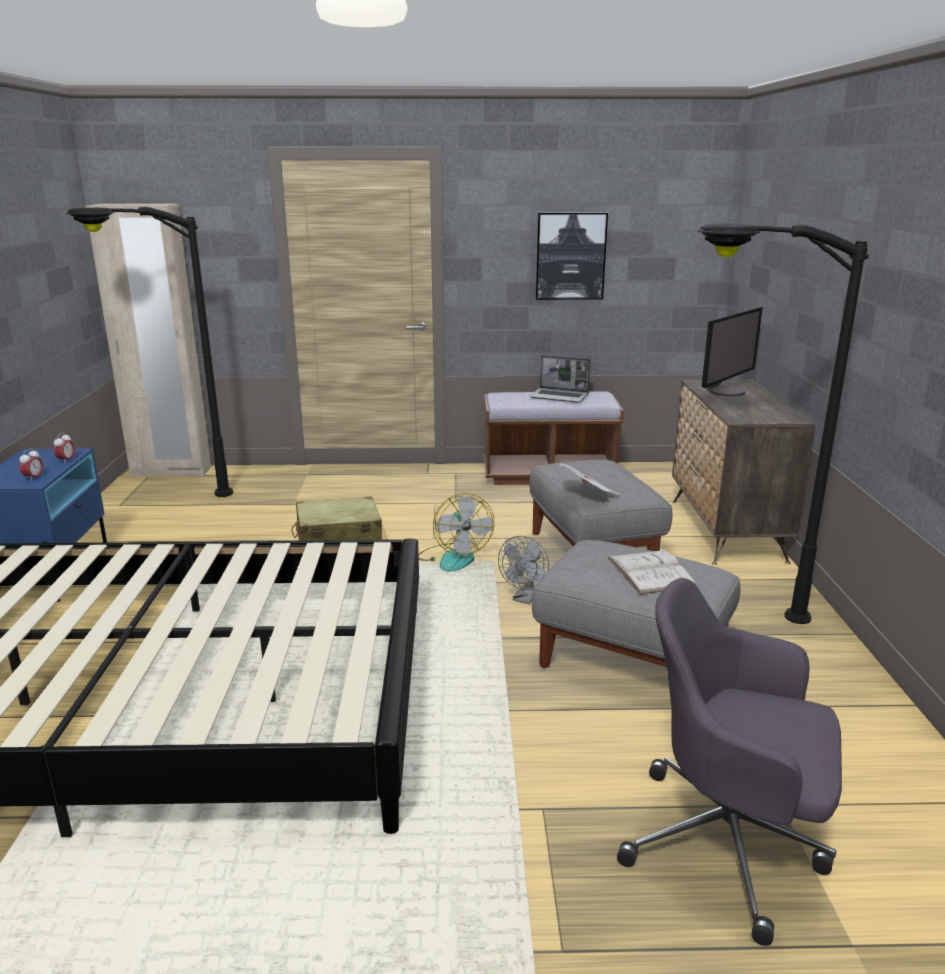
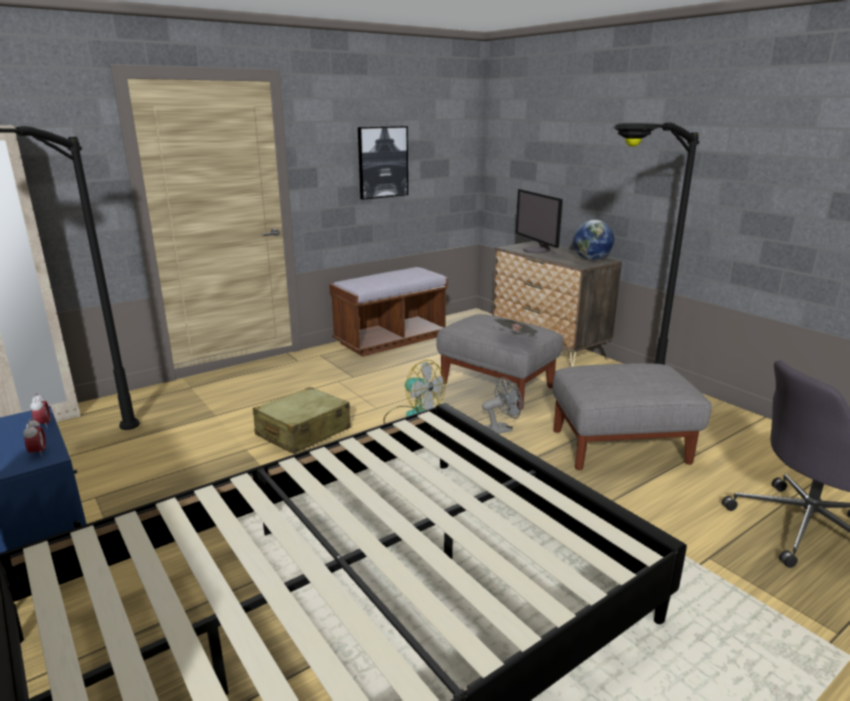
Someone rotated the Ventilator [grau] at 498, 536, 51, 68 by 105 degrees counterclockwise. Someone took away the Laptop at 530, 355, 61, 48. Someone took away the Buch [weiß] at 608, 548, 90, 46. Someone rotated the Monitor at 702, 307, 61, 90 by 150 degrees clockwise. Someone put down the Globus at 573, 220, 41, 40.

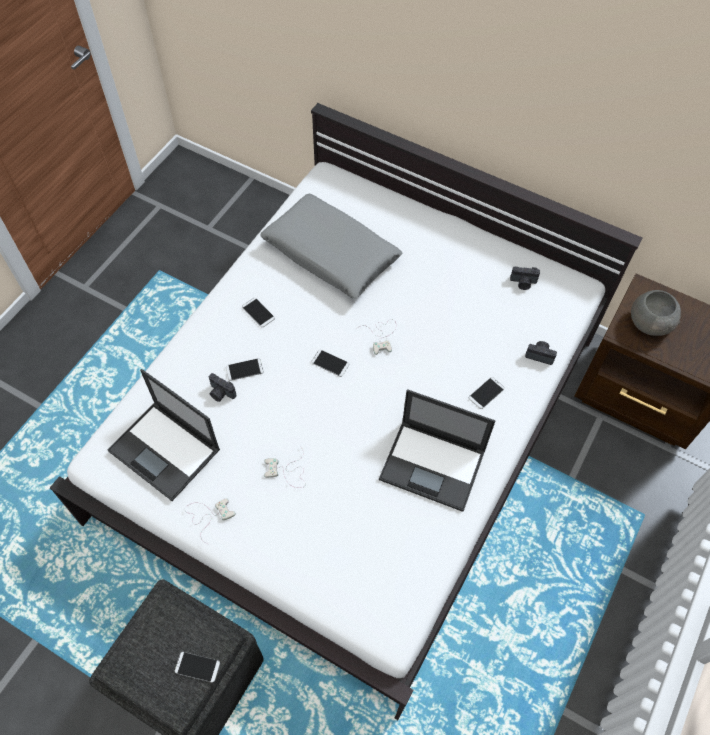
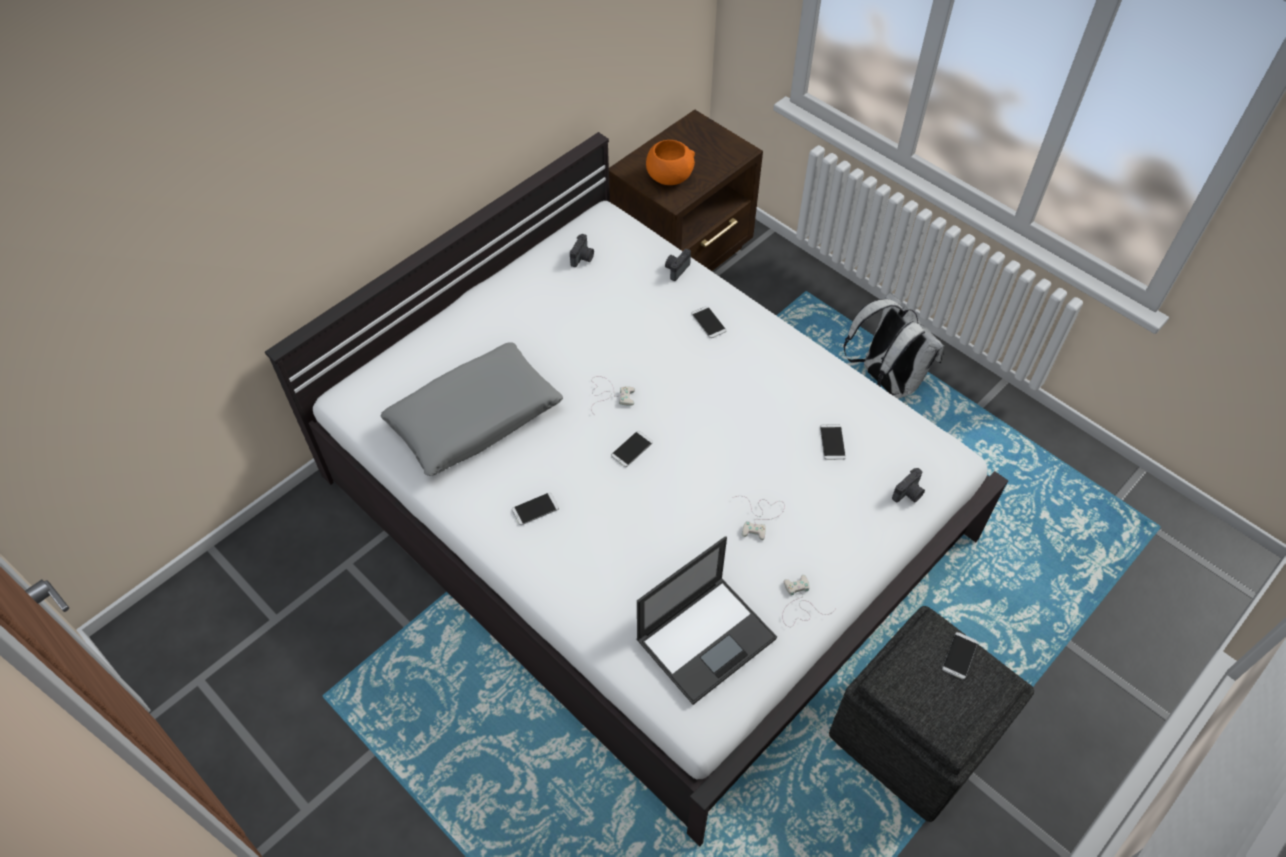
Someone carried the Kamera from 209, 373, 28, 29 to 892, 468, 33, 35. Someone carried the Handy from 226, 358, 38, 23 to 820, 424, 26, 36. Someone took away the Laptop at 379, 389, 116, 123. Someone repainted the Schüssel [grau] at 631, 290, 50, 46, which became the Schüssel [orange] at 646, 140, 49, 45. Someone put down the Rucksack [weiß] at 843, 292, 102, 107.

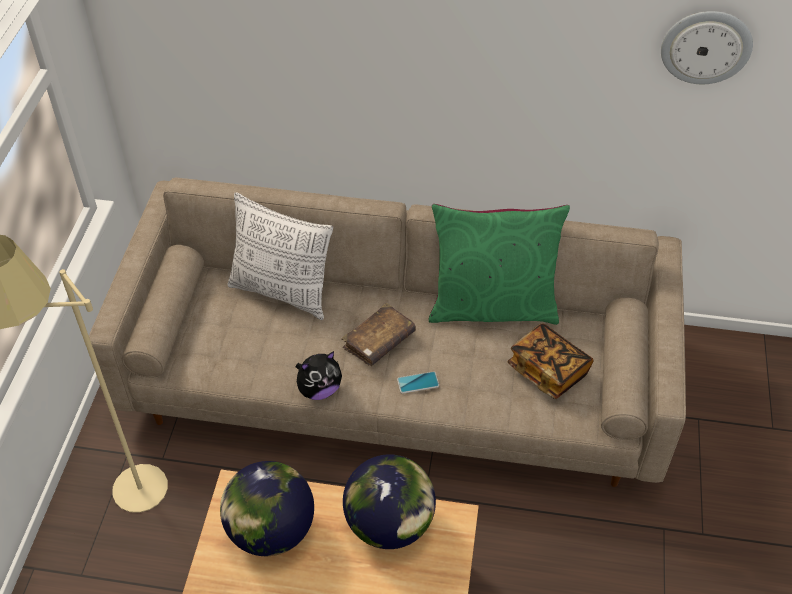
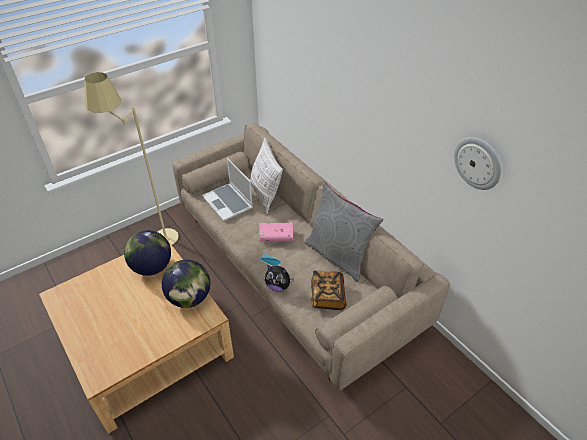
Someone carried the Plüschtier from 296, 351, 46, 49 to 265, 265, 29, 27. Someone repainted the Buch [braun] at 341, 303, 75, 63, which became the Buch [rosa] at 259, 222, 34, 19. Someone repainted the Kissen [grün] at 429, 204, 141, 121, which became the Kissen [grau] at 305, 183, 78, 99. Someone put down the Laptop at 202, 158, 51, 63.

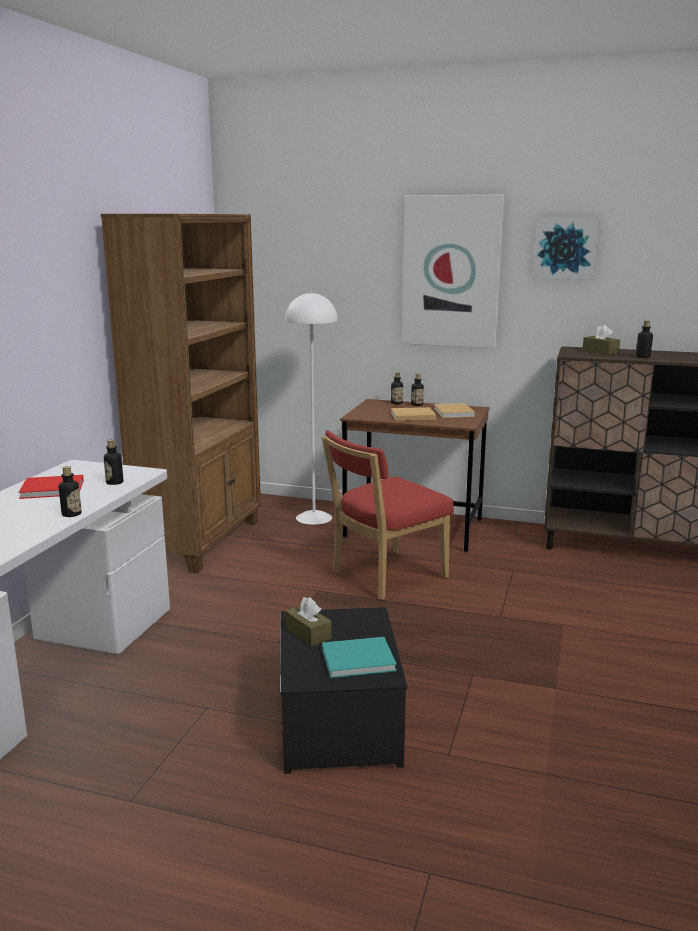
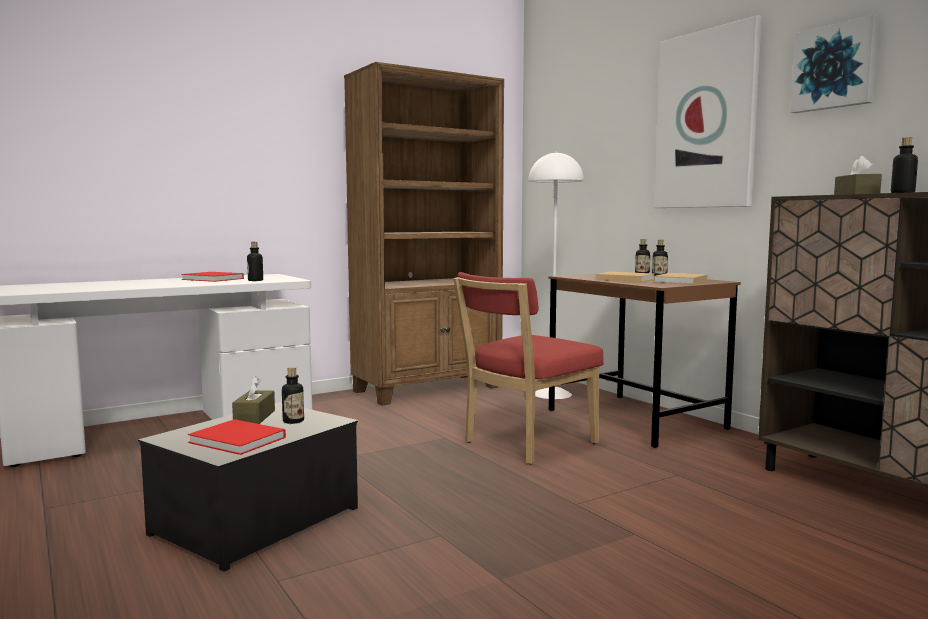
Someone carried the Flasche from 59, 466, 23, 51 to 282, 367, 22, 57. Someone rotated the Stuhl [rot] at 321, 430, 133, 170 by 45 degrees counterclockwise. Someone repainted the Buch [türkis] at 322, 637, 75, 41, which became the Buch [rot] at 188, 419, 98, 36.

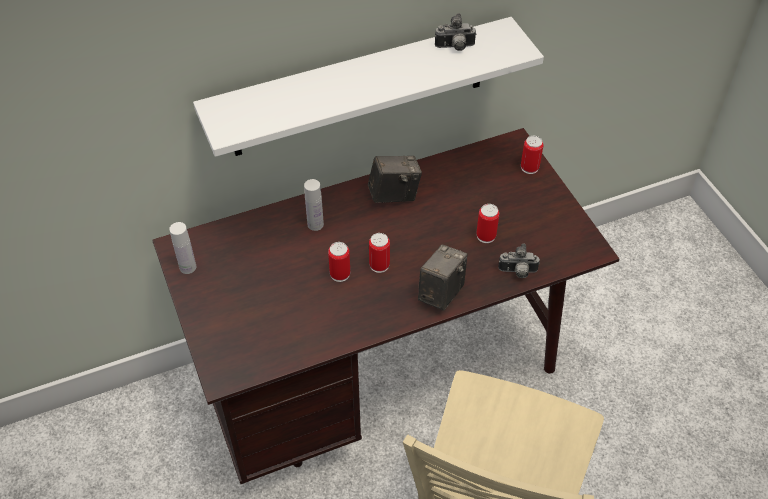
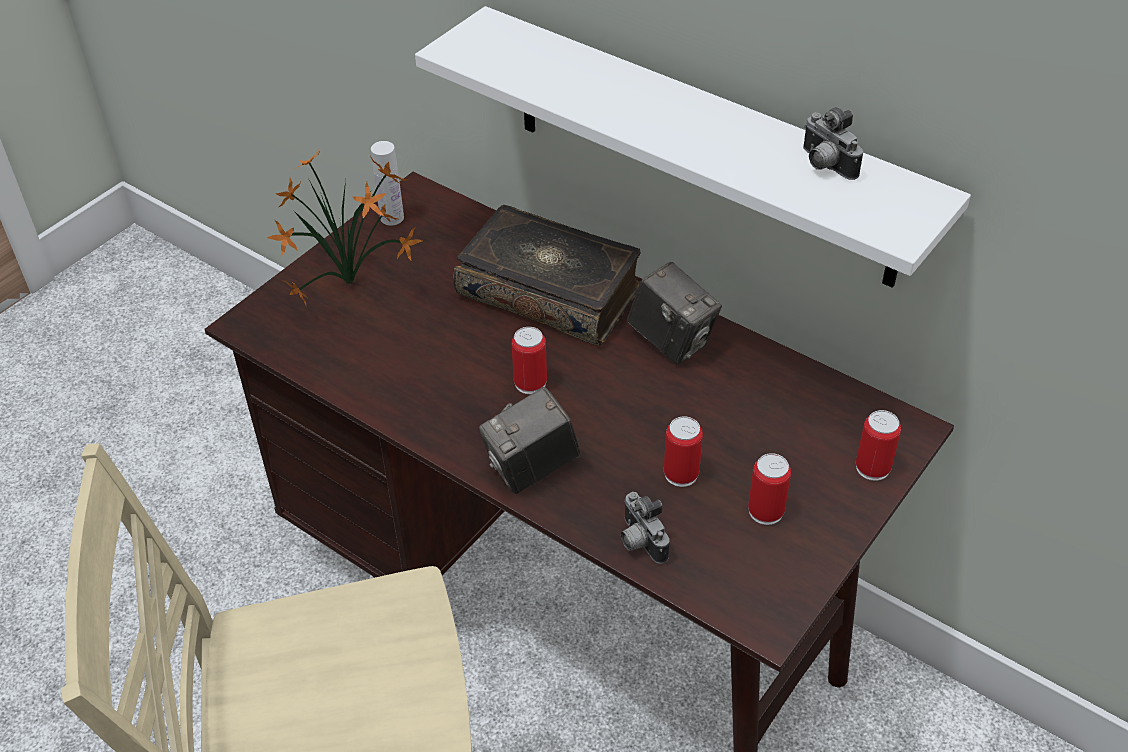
Someone swapped the Flasche [weiß] at 304, 179, 20, 52 for the Buch at 453, 205, 188, 141. Someone carried the Dose from 328, 242, 22, 40 to 748, 453, 43, 72. Someone rotated the Kamera at 418, 244, 49, 66 by 150 degrees clockwise. Someone put down the Topfpflanze at 267, 150, 155, 155.

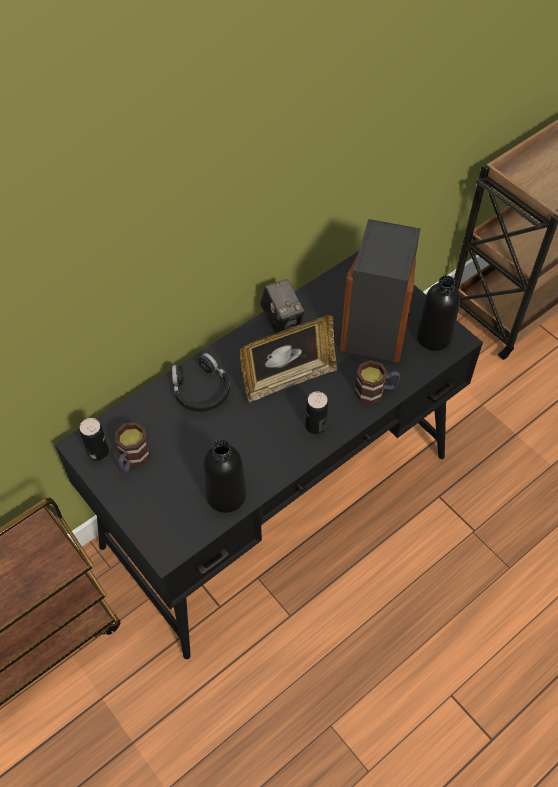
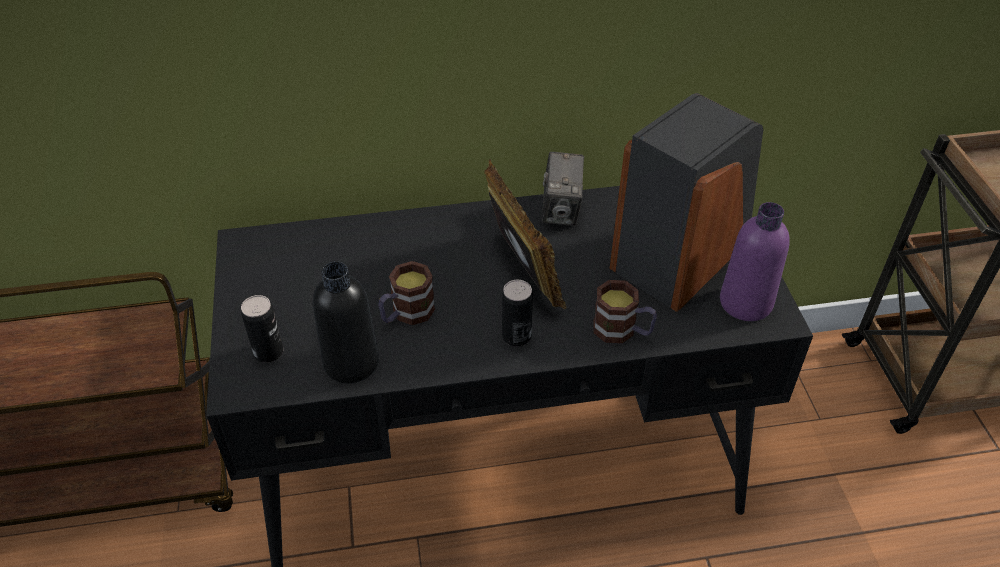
Someone carried the Dose from 80, 418, 29, 43 to 241, 295, 42, 68. Someone carried the Henkelbecher from 115, 422, 35, 51 to 378, 261, 57, 64. Someone took away the Kopfhörer [schwarz] at 172, 353, 58, 59. Someone rotated the Bilderrahmen at 240, 315, 97, 87 by 120 degrees counterclockwise. Someone repainted the Flasche [schwarz] at 416, 275, 44, 76, which became the Flasche [lila] at 720, 202, 70, 119.

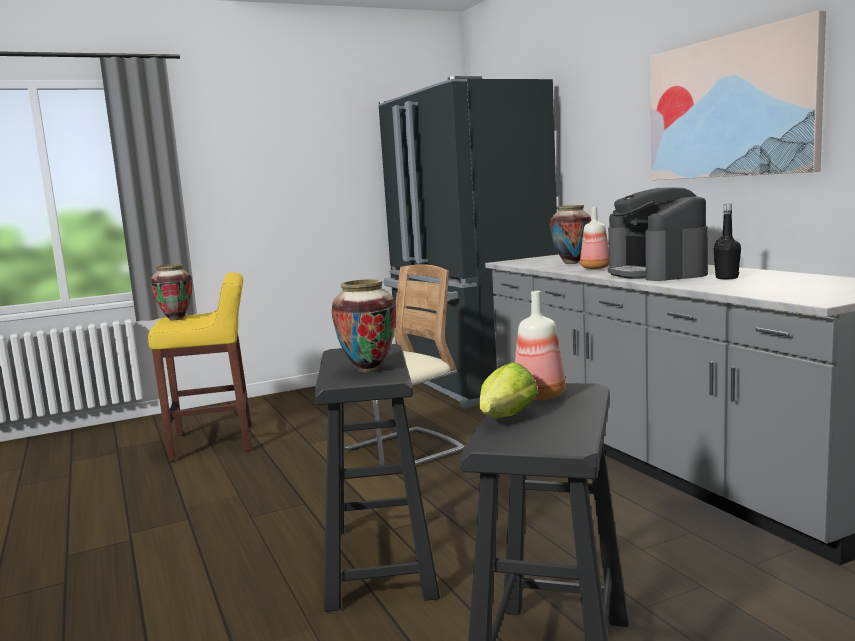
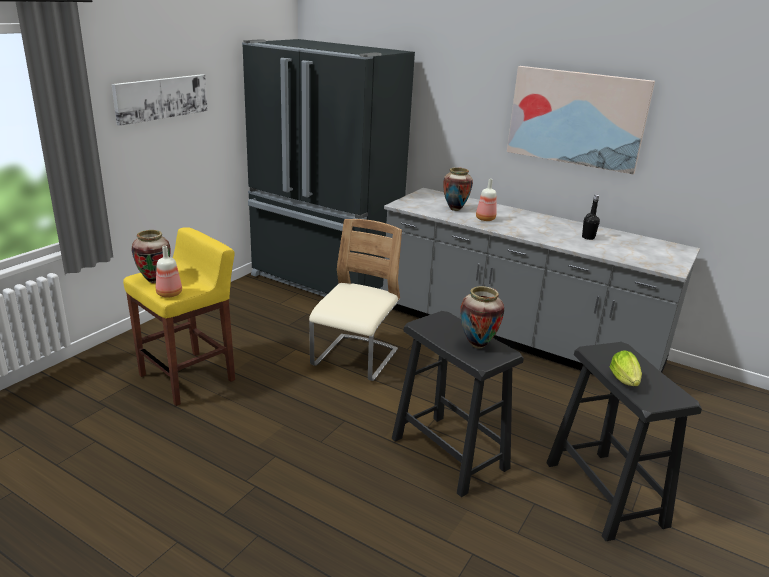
Someone carried the Flasche from 515, 291, 50, 109 to 156, 246, 26, 52. Someone took away the Kaffeemaschine at 608, 187, 100, 94. Someone put up the Bild at 112, 74, 96, 52.

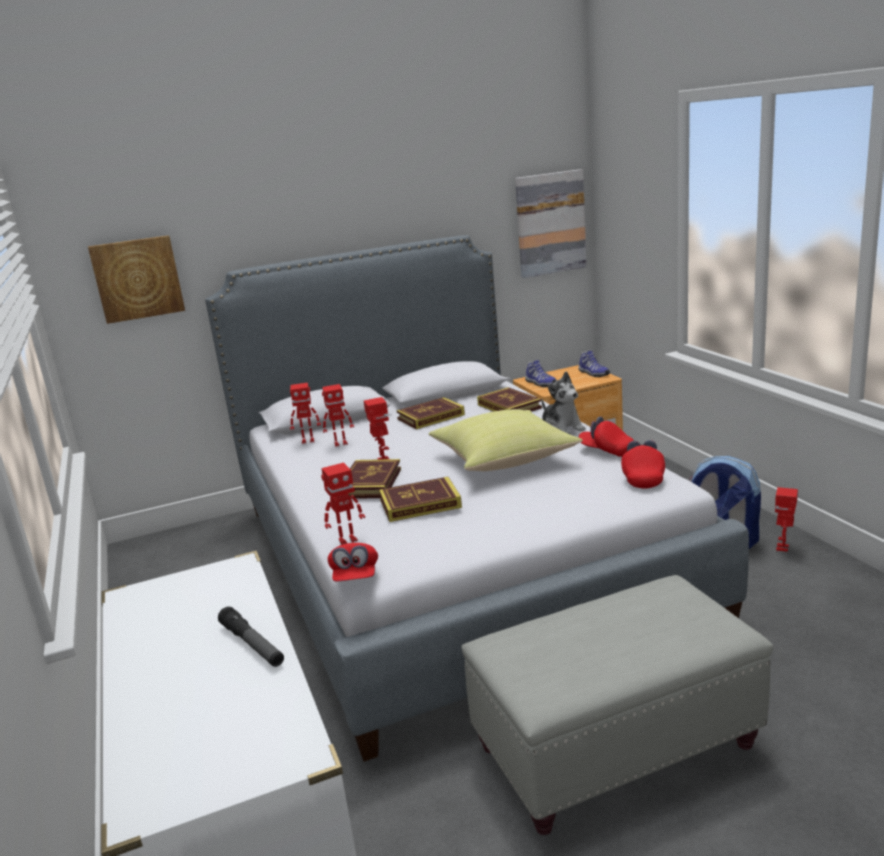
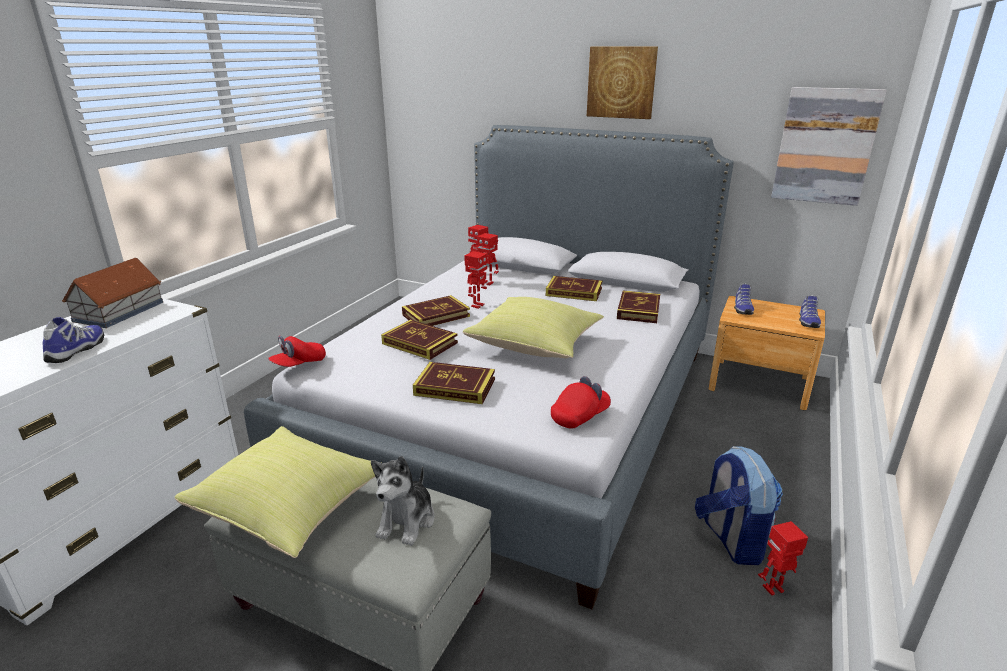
Someone carried the Bild from 88, 235, 97, 89 to 587, 46, 71, 73. Someone swapped the Taschenlampe at 218, 607, 66, 60 for the Schuh at 43, 317, 61, 46. Someone took away the Spielzeugroboter at 321, 463, 44, 82. Someone carried the Plüschtier from 542, 372, 44, 63 to 371, 456, 64, 90. Someone took away the Kappe [rot] at 579, 416, 55, 41. Someone put down the Spielzeughaus at 62, 258, 101, 70. Someone put down the Kissen [gelb] at 175, 426, 206, 132. Someone put down the Buch at 413, 362, 82, 42.

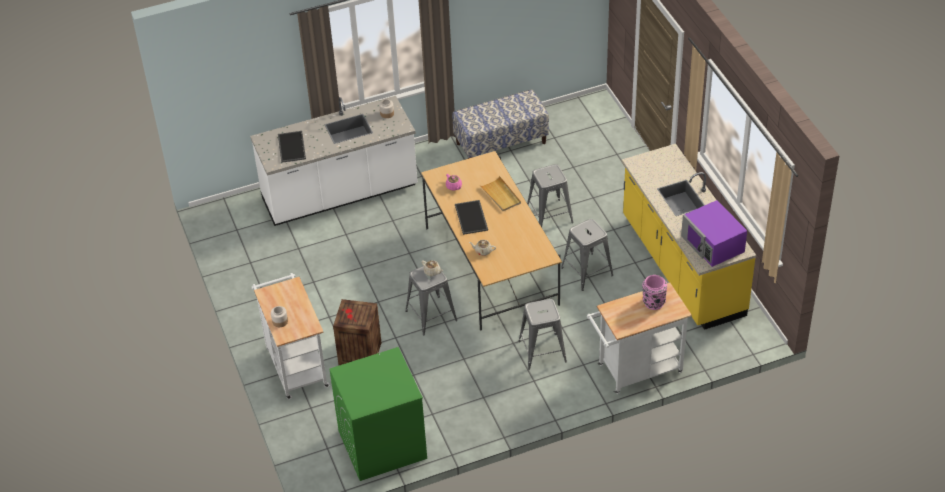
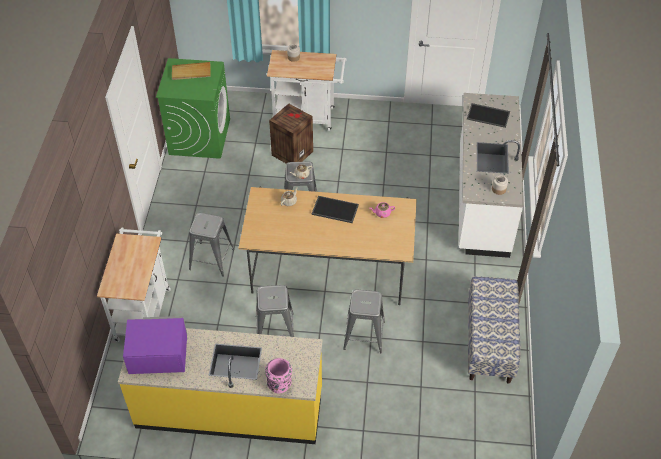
Someone carried the Tablett [beige] from 481, 176, 40, 35 to 172, 62, 39, 18. Someone carried the Vase [rosa] from 642, 275, 25, 35 to 265, 358, 27, 35.

